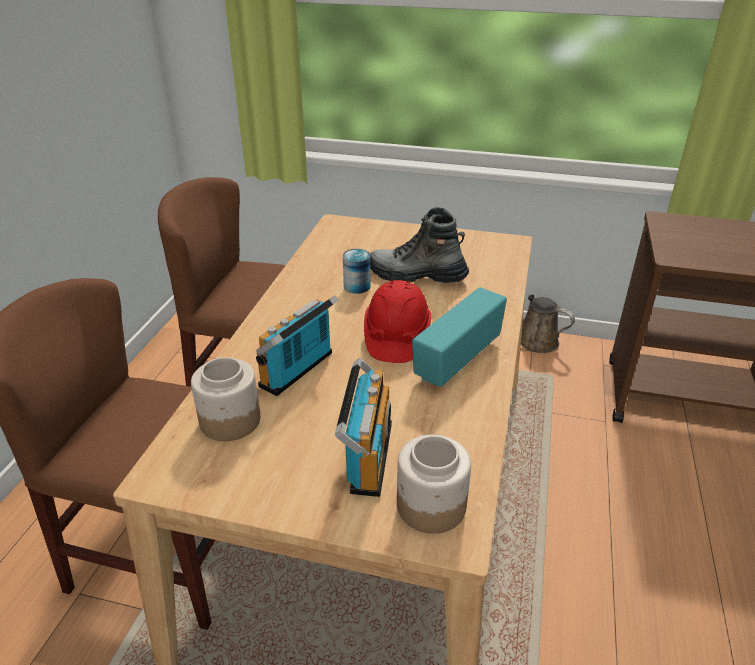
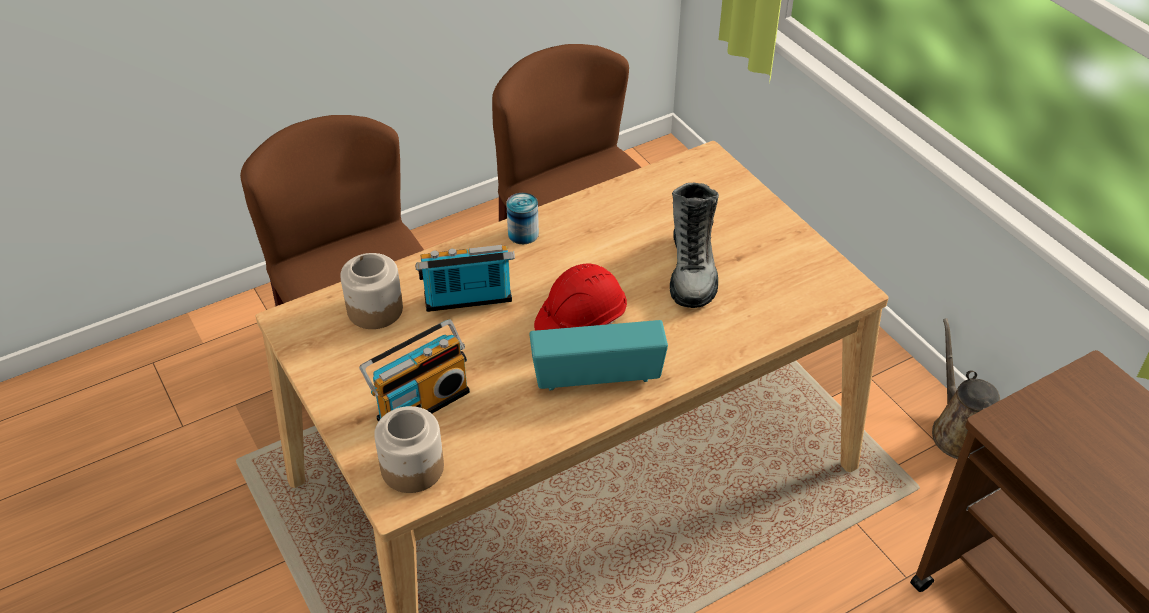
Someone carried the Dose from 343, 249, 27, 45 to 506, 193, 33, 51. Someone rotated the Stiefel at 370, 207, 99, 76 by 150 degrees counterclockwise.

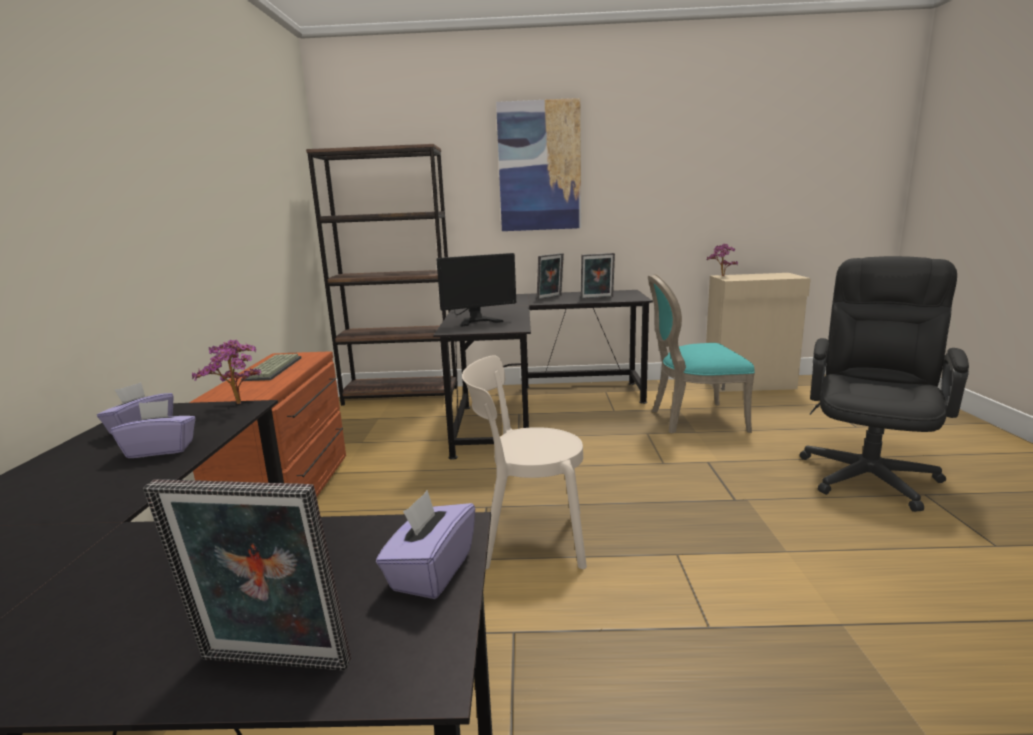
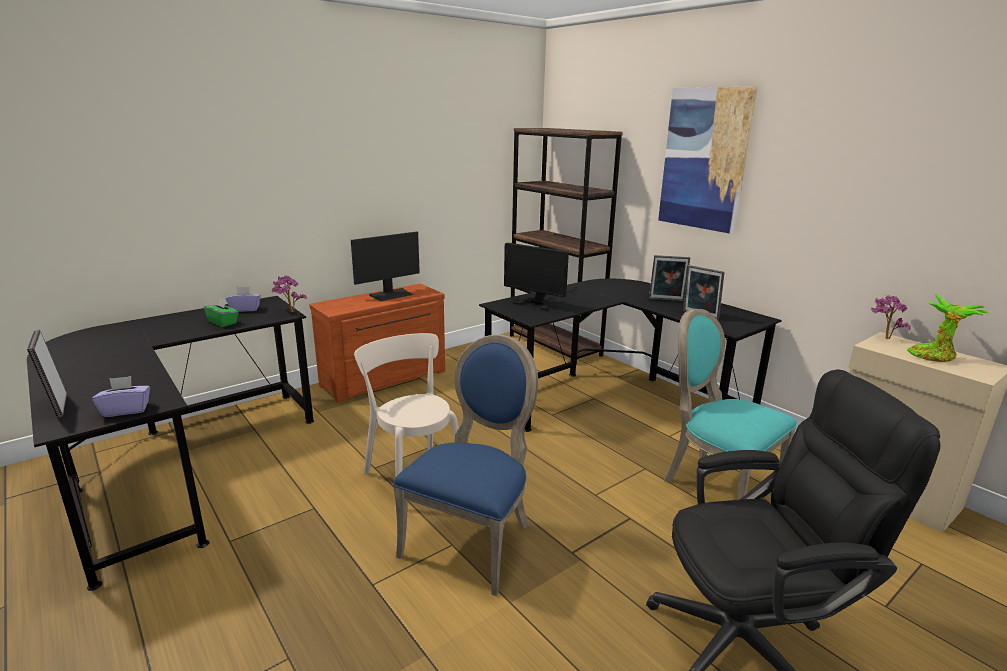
Someone repainted the Taschentuchbox [lila] at 111, 400, 85, 58, which became the Taschentuchbox [grün] at 204, 298, 35, 29. Someone swapped the Tastatur at 241, 354, 60, 27 for the Monitor at 351, 231, 69, 71. Someone put down the Stuhl [blau] at 393, 335, 145, 261. Someone put down the Topfpflanze at 907, 294, 83, 68.

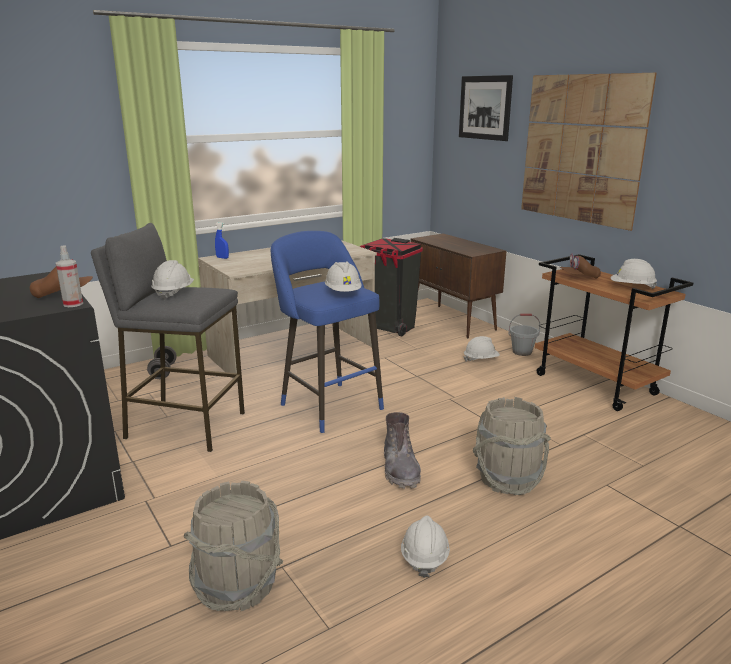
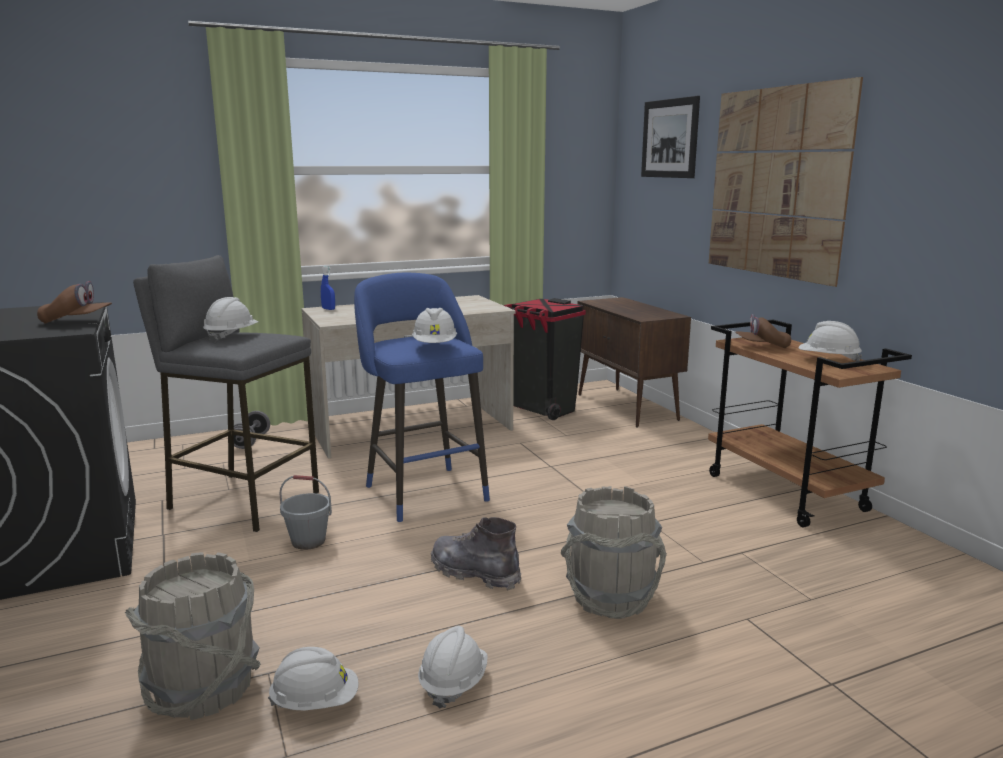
Someone took away the Sprühflasche at 56, 245, 27, 62. Someone rotated the Stiefel [grau] at 384, 412, 37, 77 by 120 degrees clockwise. Someone carried the Schutzhelm [weiß] from 464, 336, 36, 26 to 268, 647, 91, 63. Someone carried the Eimer [grau] from 508, 314, 32, 42 to 279, 475, 53, 75.

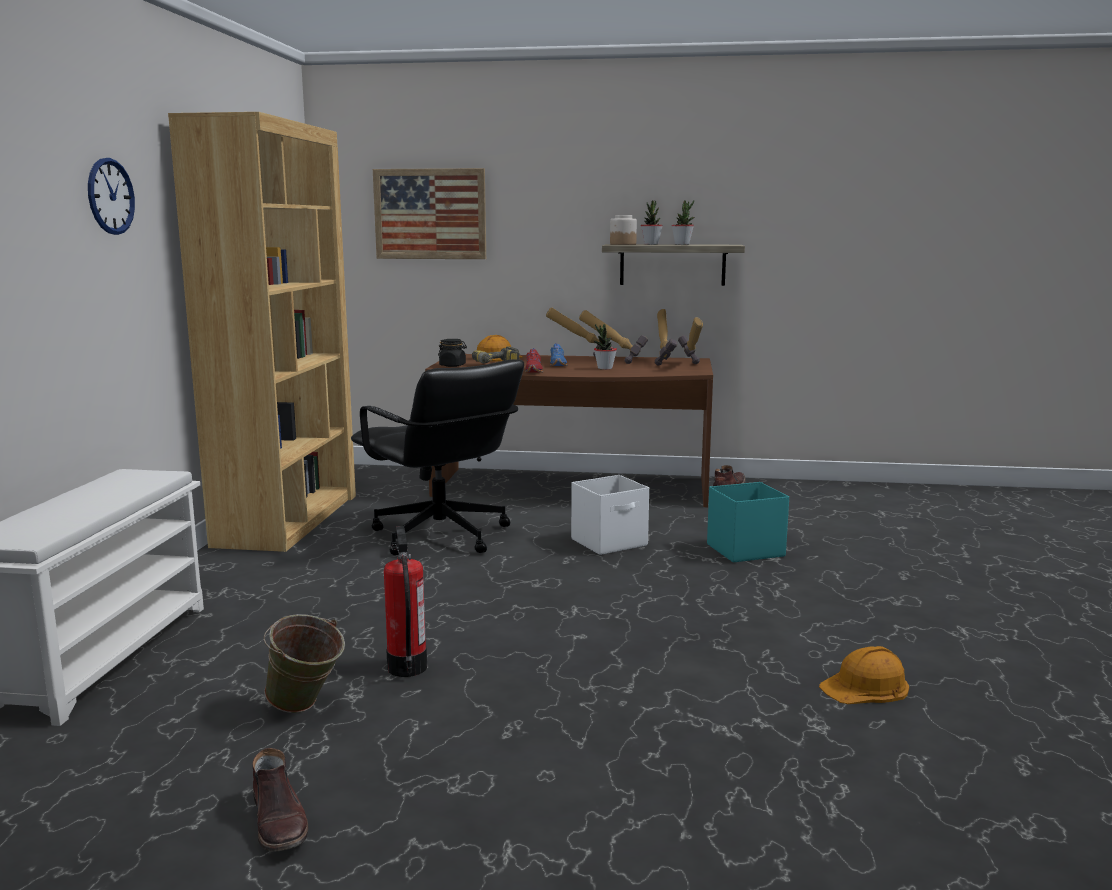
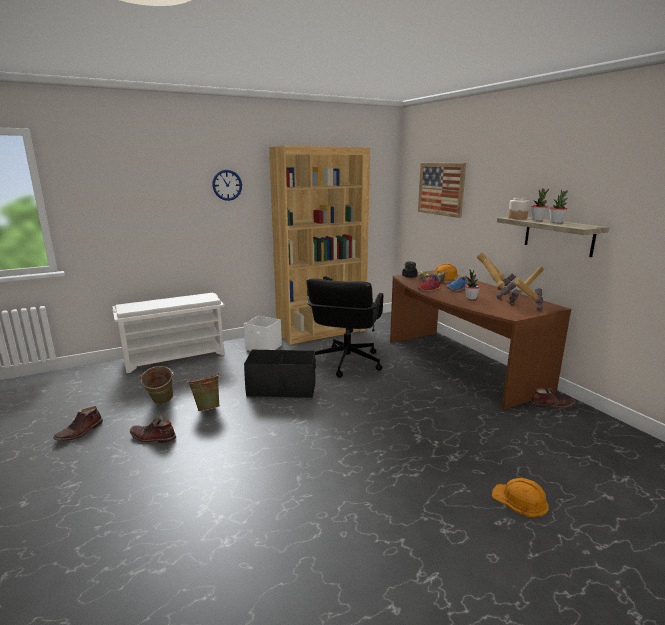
Someone swapped the Feuerlöscher at 384, 526, 43, 151 for the Eimer [grün] at 187, 373, 33, 38. Someone carried the Aufbewahrungsbox [weiß] from 571, 475, 78, 80 to 244, 316, 38, 35. Someone took away the Aufbewahrungsbox [türkis] at 707, 482, 82, 80. Someone carried the Schutzhelm [orange] from 819, 646, 90, 58 to 492, 478, 57, 39. Someone put down the Stiefel [braun] at 130, 418, 46, 25. Someone put down the Aufbewahrungsbox [schwarz] at 244, 350, 72, 48.

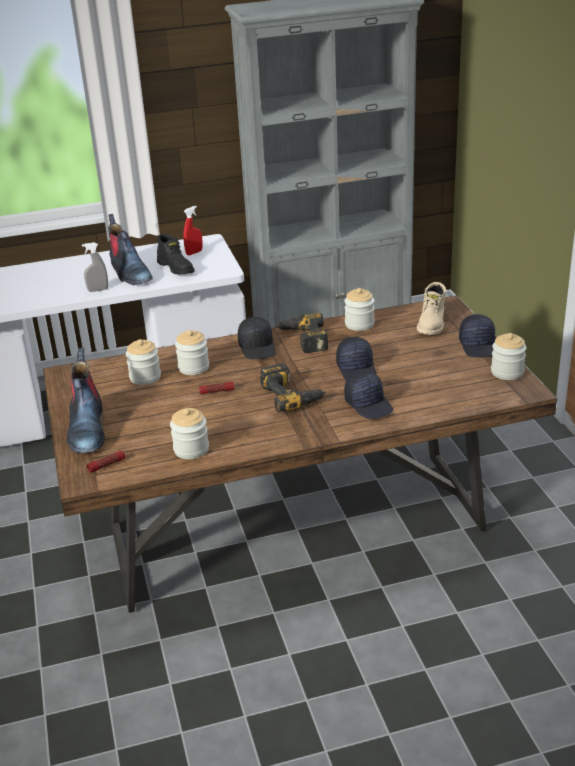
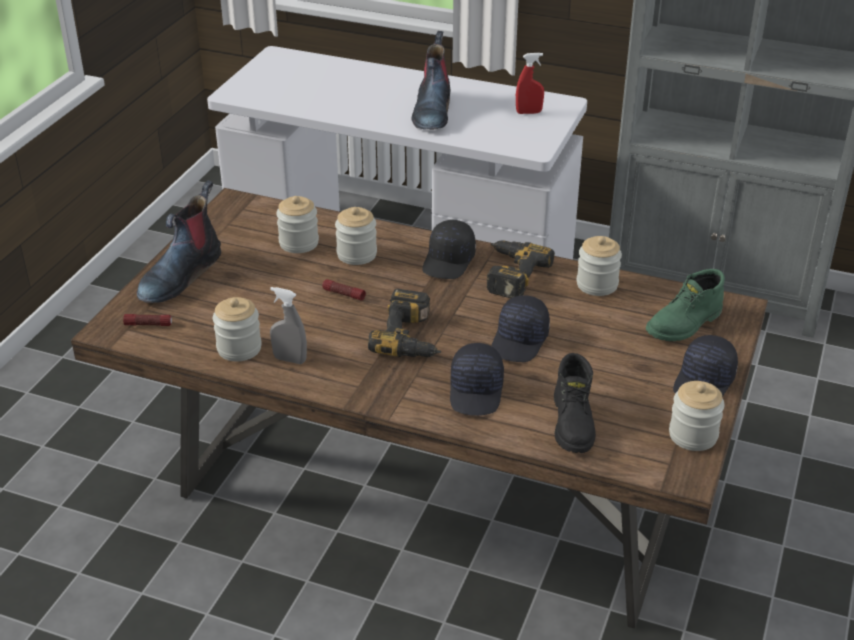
Someone carried the Sprühflasche [grau] from 82, 242, 26, 50 to 270, 287, 37, 77. Someone carried the Stiefel [schwarz] from 157, 234, 37, 40 to 554, 353, 42, 100. Someone repainted the Stiefel [beige] at 417, 282, 29, 53, which became the Stiefel [grün] at 646, 269, 79, 72.

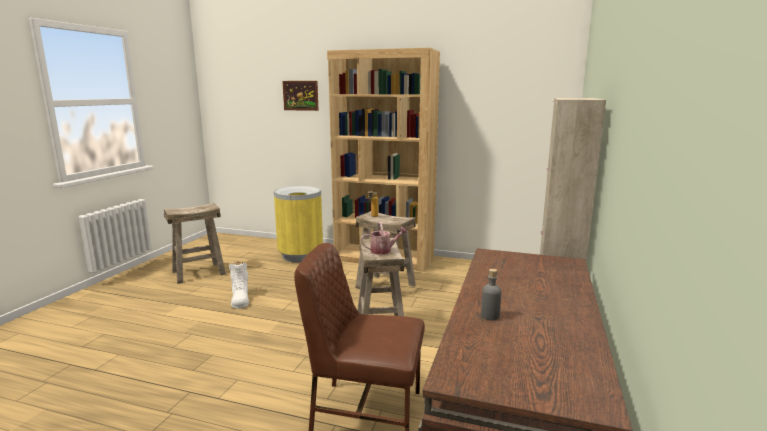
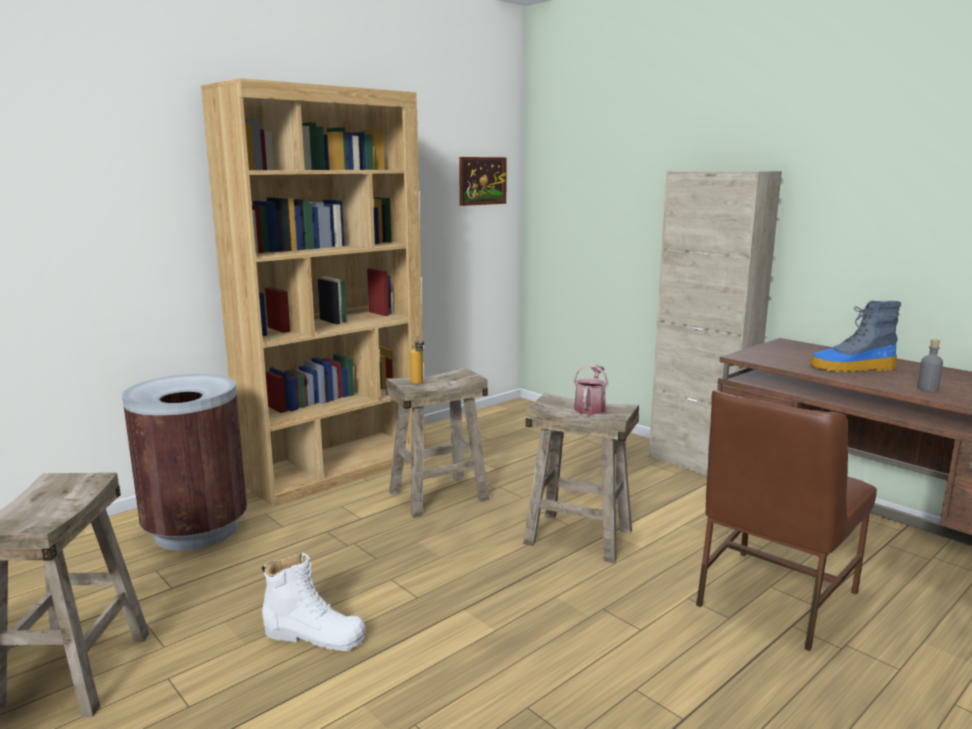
Someone repainted the Mülleimer [gelb] at 274, 186, 49, 76, which became the Mülleimer [braun] at 122, 374, 125, 177. Someone carried the Bild from 282, 81, 37, 30 to 459, 157, 48, 49. Someone put down the Stiefel at 810, 301, 91, 71.

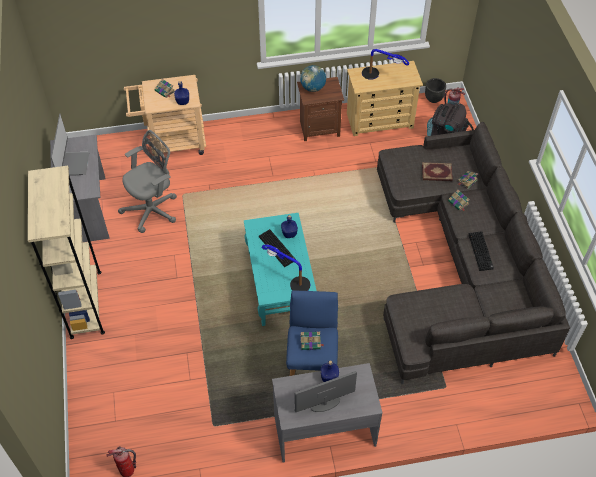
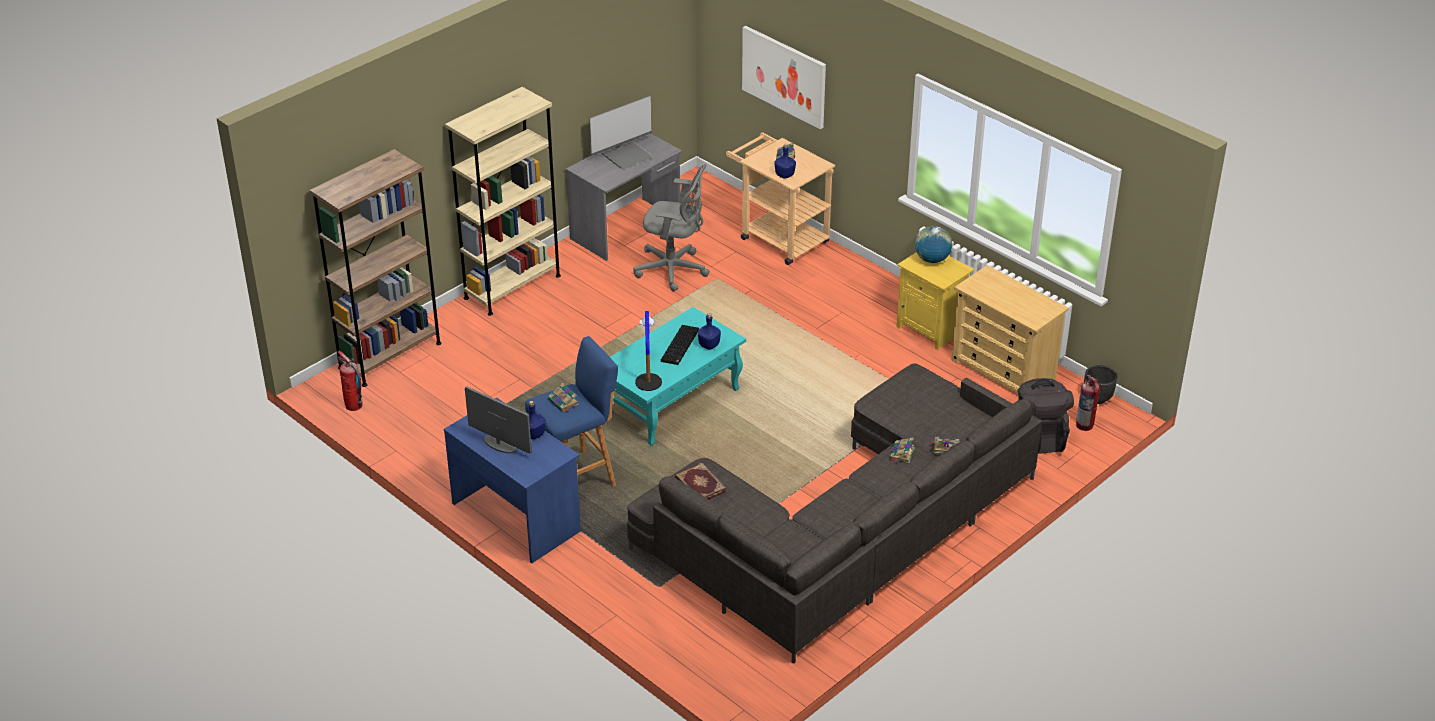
Someone repainted the Schreibtisch [grau] at 272, 363, 111, 100, which became the Schreibtisch [blau] at 444, 398, 137, 165. Someone repainted the Nachttisch [braun] at 297, 77, 47, 64, which became the Nachttisch [gelb] at 897, 252, 77, 98. Someone took away the Tischlampe at 362, 49, 47, 31. Someone carried the Buch from 422, 162, 31, 19 to 675, 463, 51, 37. Someone took away the Tastatur at 469, 231, 25, 40. Someone put down the Bücherregal [braun] at 309, 149, 132, 238. Someone put up the Bild at 742, 26, 84, 103.

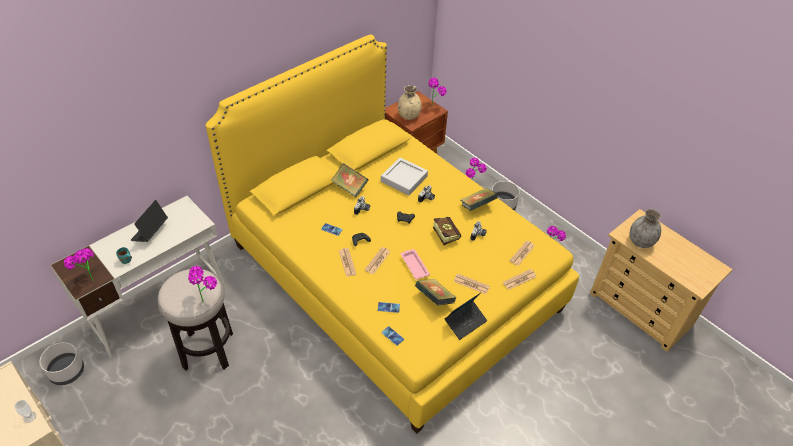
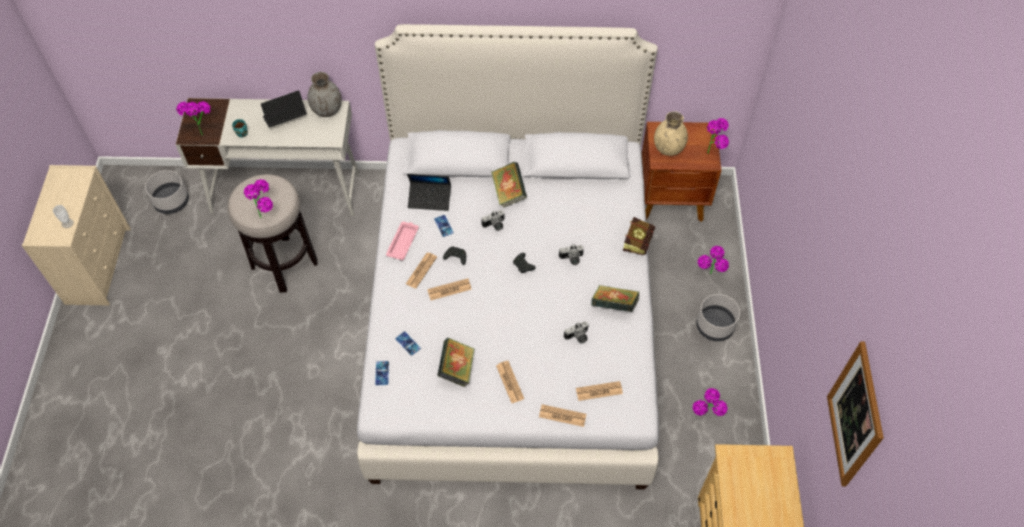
Someone repainted the Bett [gelb] at 206, 34, 373, 399, which became the Bett [weiß] at 357, 24, 302, 465. Someone took away the Tablett [grau] at 381, 157, 47, 38. Someone carried the Tablett [rosa] from 401, 249, 29, 31 to 386, 222, 33, 38. Someone carried the Buch from 433, 217, 28, 28 to 623, 217, 32, 38. Someone carried the Laptop from 445, 292, 42, 48 to 407, 174, 44, 37. Someone carried the Vase [grau] from 630, 209, 31, 39 to 308, 72, 34, 45. Someone put up the Bild at 827, 341, 57, 145.

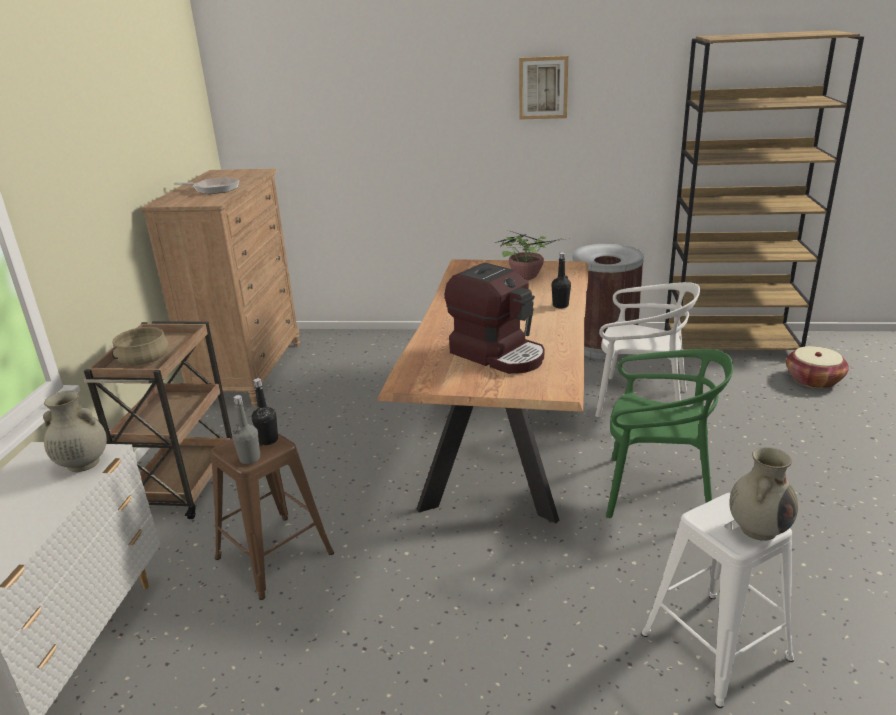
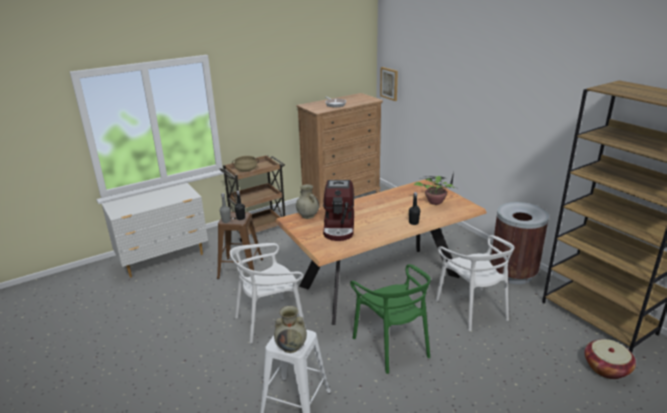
Someone carried the Vase [beige] from 43, 391, 64, 81 to 296, 184, 23, 35. Someone carried the Bild from 519, 56, 49, 64 to 380, 67, 18, 34. Someone put down the Stuhl [weiß] at 229, 243, 77, 101.

